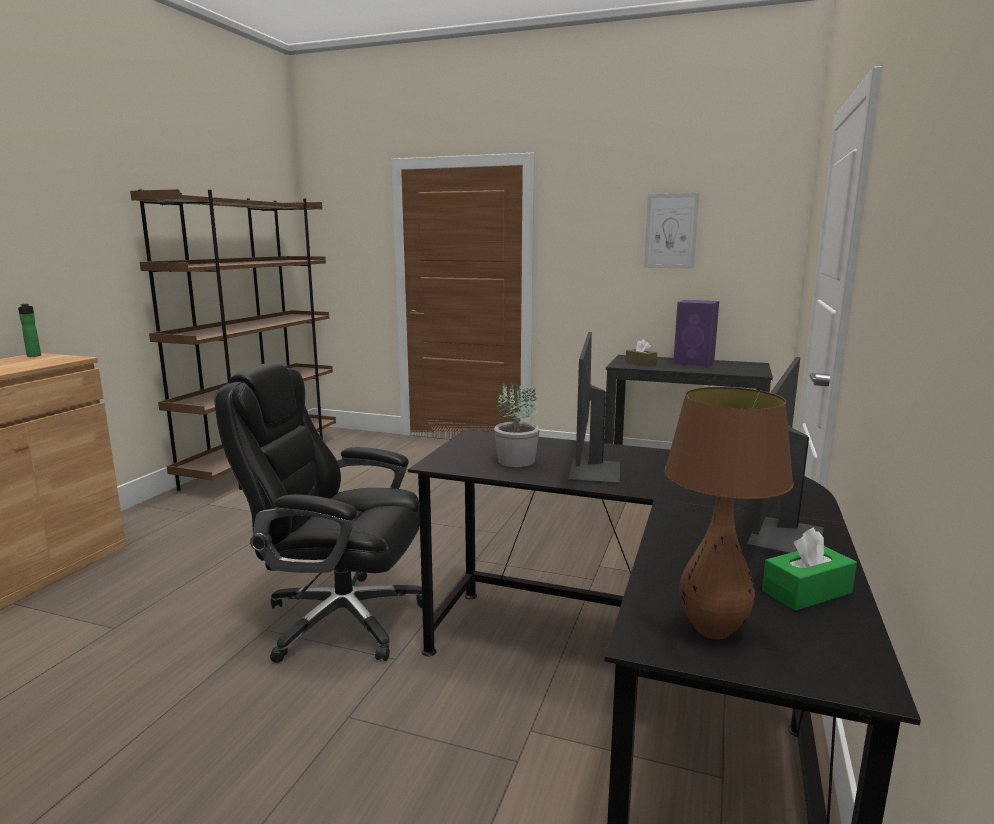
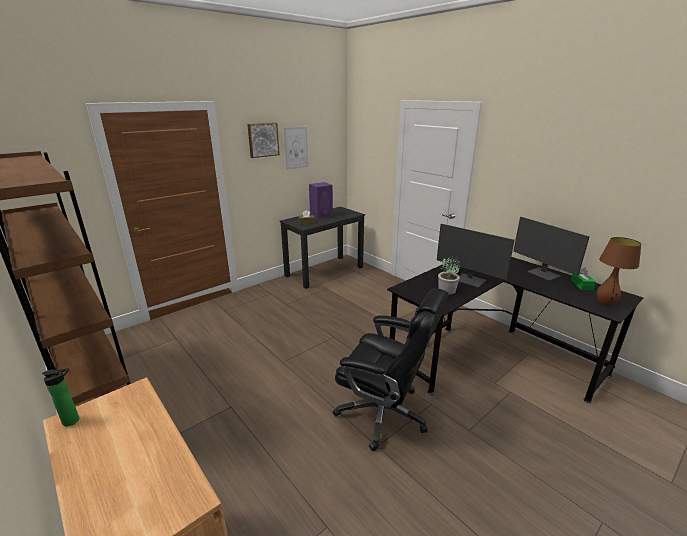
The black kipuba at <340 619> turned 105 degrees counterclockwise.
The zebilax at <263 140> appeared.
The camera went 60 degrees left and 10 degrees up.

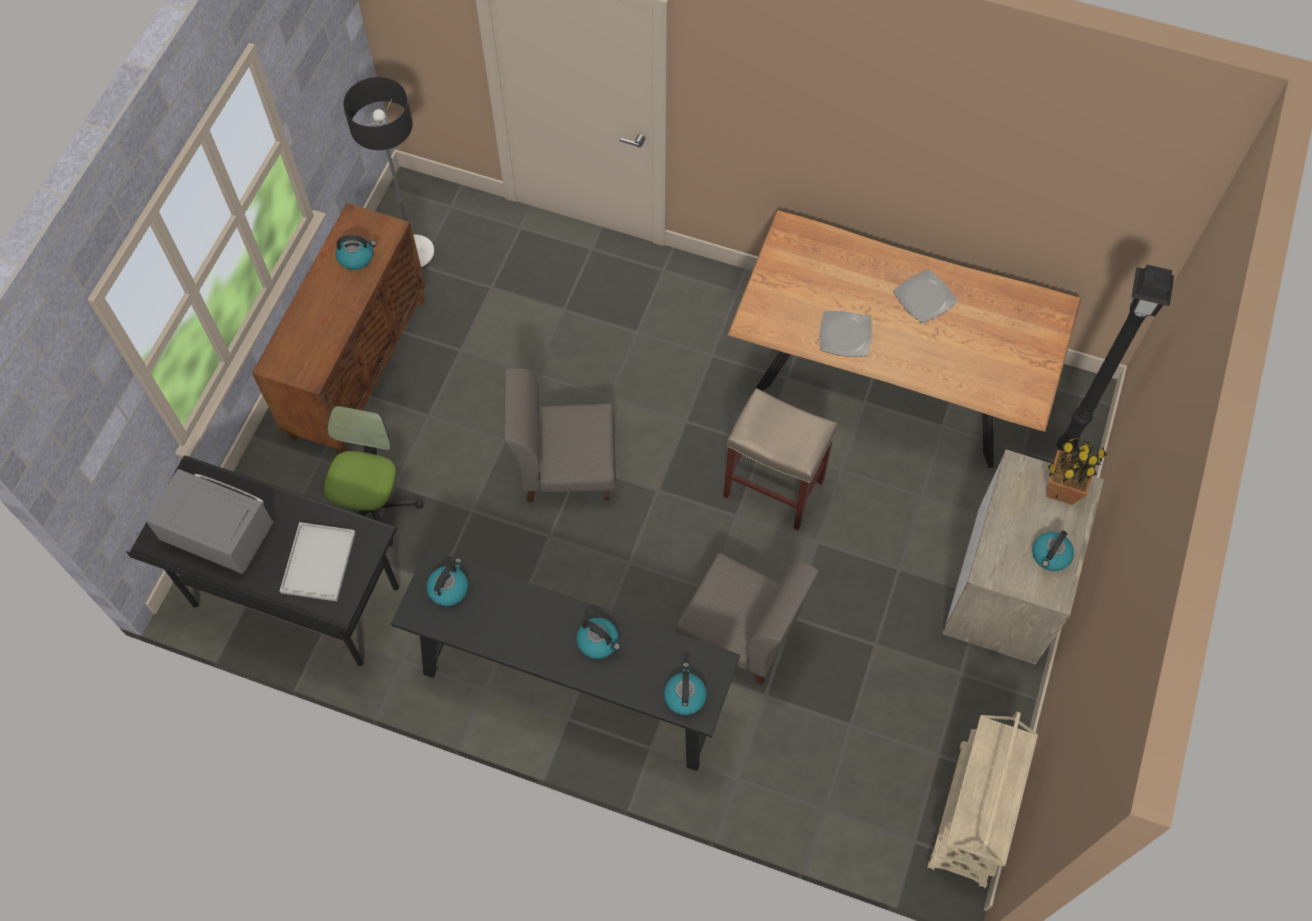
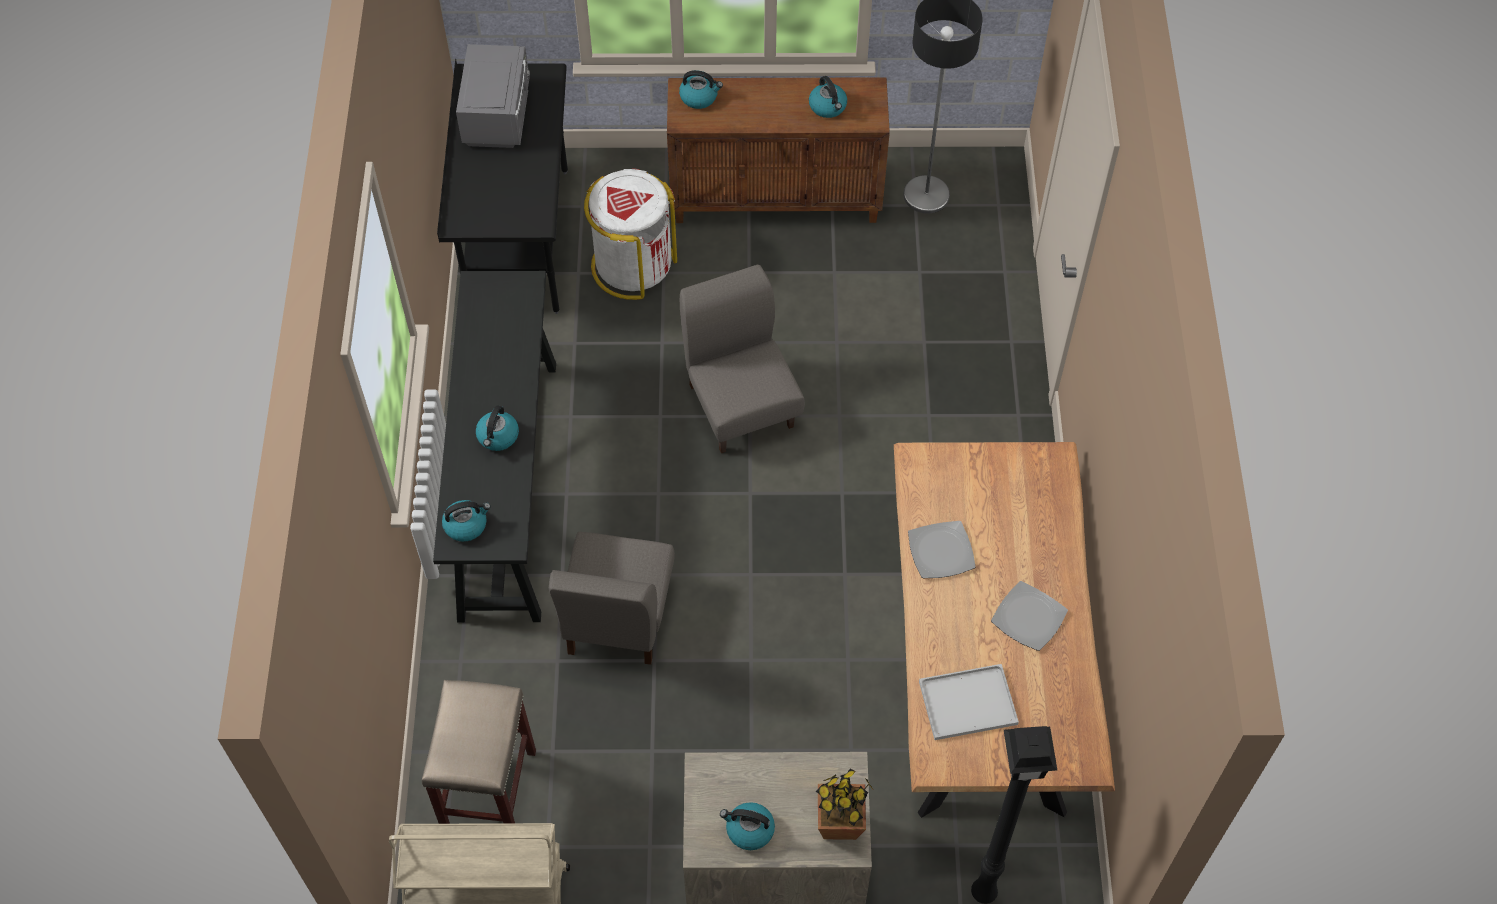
The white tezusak moved from <319 564> to <966 704>.
The kipuba at <374 508> was replaced by the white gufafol at <632 265>.
The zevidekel moved from <448 588> to <699 97>.
The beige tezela moved from <772 488> to <489 790>.
The camera went 70 degrees right and 5 degrees down.

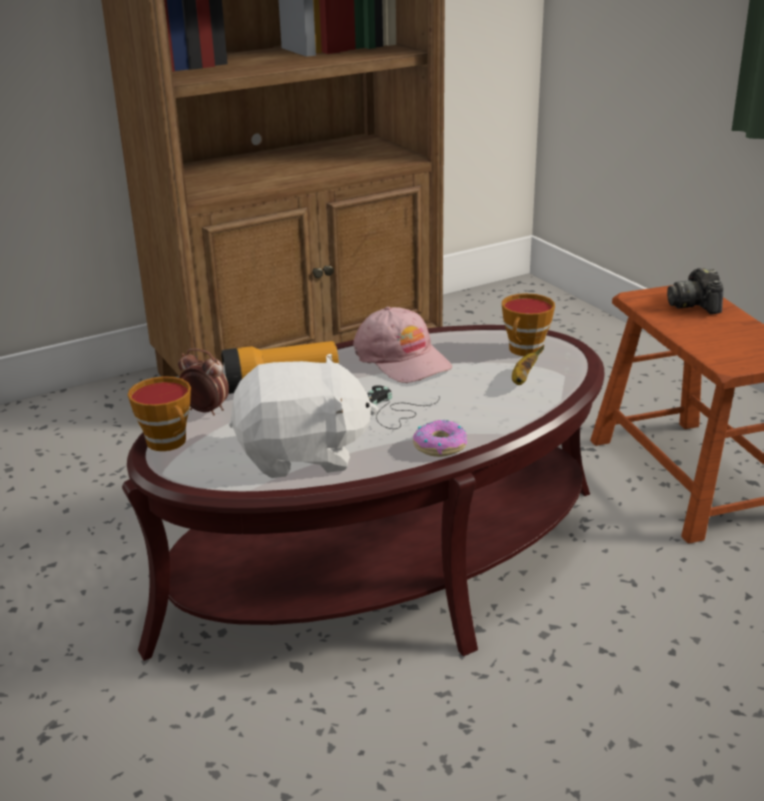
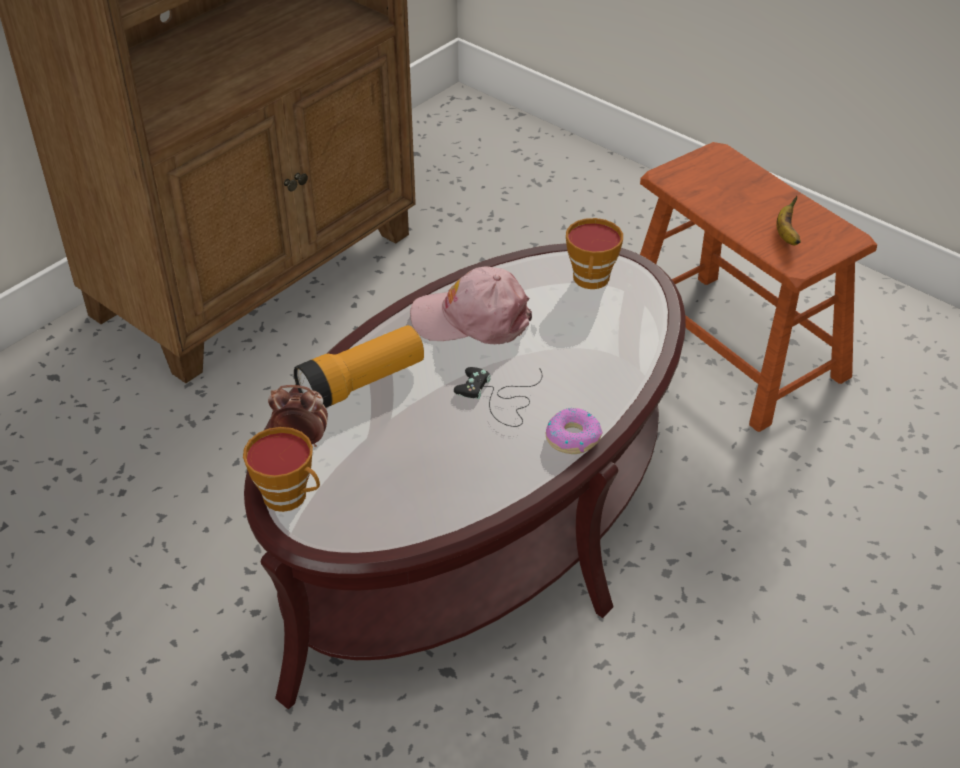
The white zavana at <302 455> disappeared.
The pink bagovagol at <402 359> turned 150 degrees clockwise.
The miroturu moved from <523 379> to <786 234>.
The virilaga at <695 305> disappeared.
The camera went 20 degrees left and 15 degrees up.

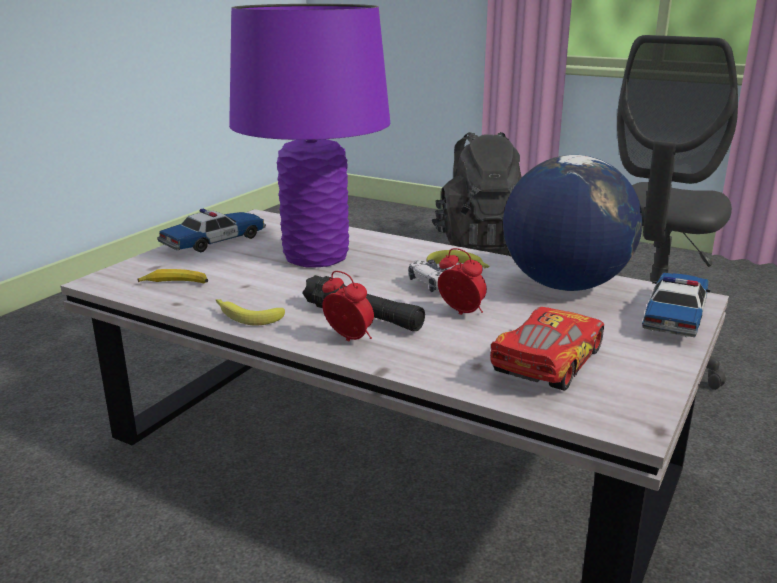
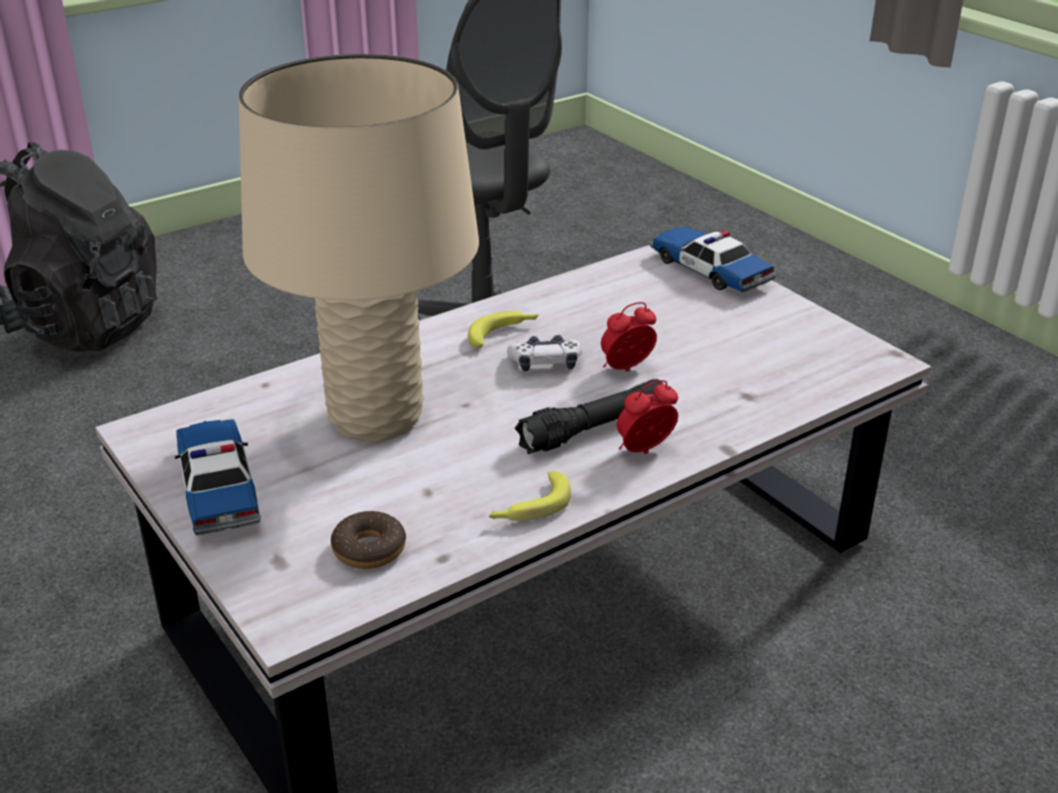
The miroturu at <175 284> was replaced by the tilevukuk at <369 549>.
The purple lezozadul at <316 257> became the beige lezozadul at <376 418>.
The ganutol at <546 362> disappeared.
The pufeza at <564 285> disappeared.
The camera went 65 degrees left and 10 degrees up.

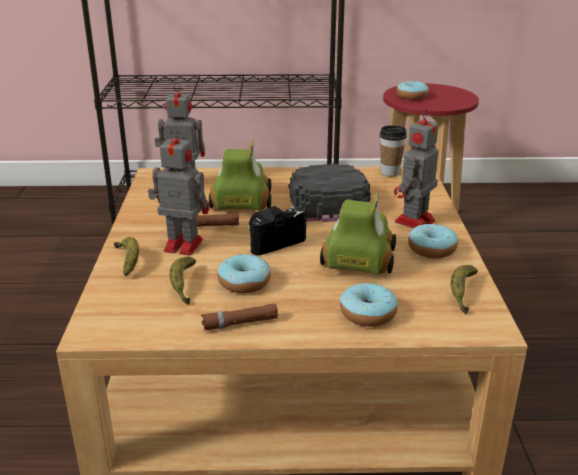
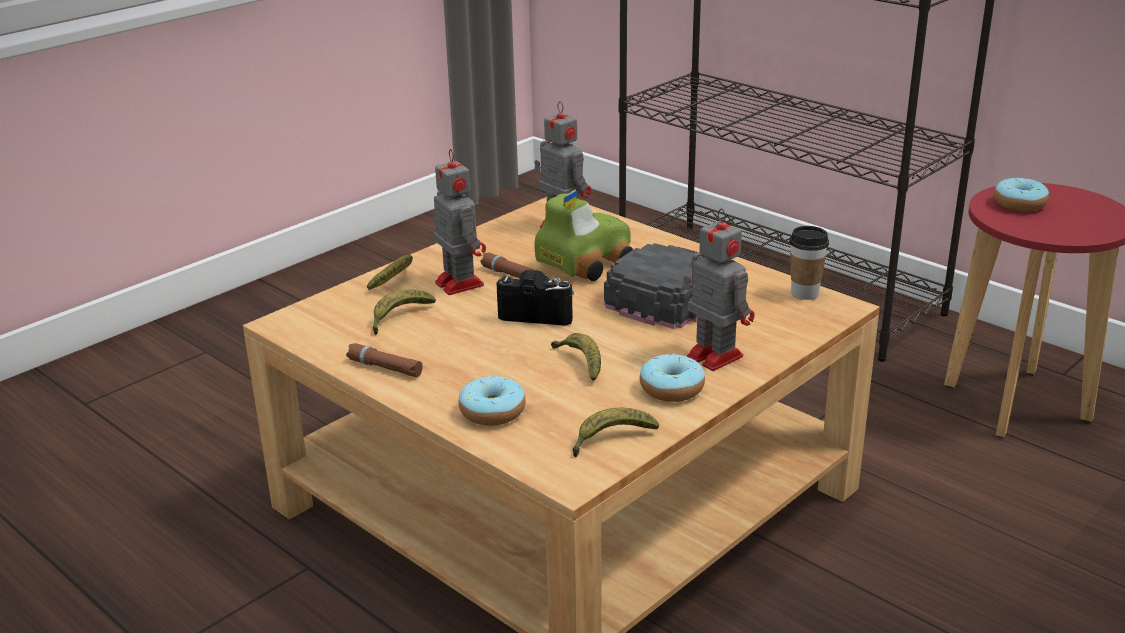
The tilevukuk at <244 282> disappeared.
The ganutol at <357 259> was replaced by the miroturu at <580 363>.
The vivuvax at <413 222> turned 60 degrees clockwise.
The camera went 45 degrees right and 0 degrees up.

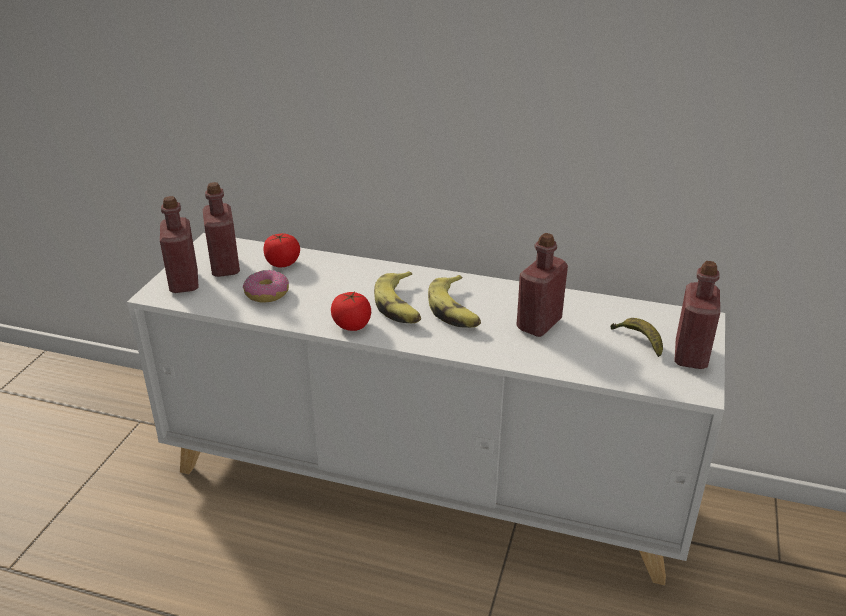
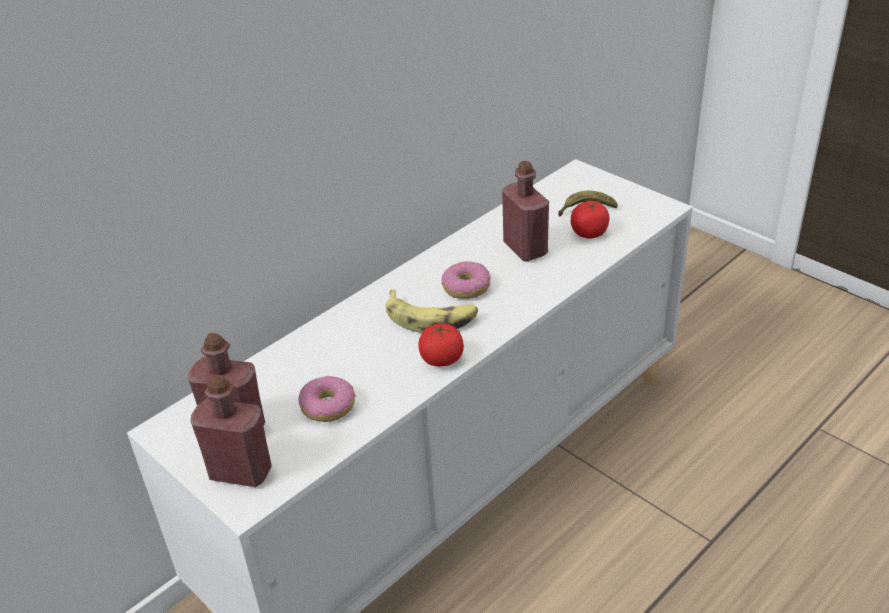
The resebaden moved from <282 263> to <589 233>.
The miroturu at <455 310> was replaced by the tilevukuk at <466 287>.
The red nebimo at <690 355> disappeared.
The camera went 60 degrees left and 5 degrees up.

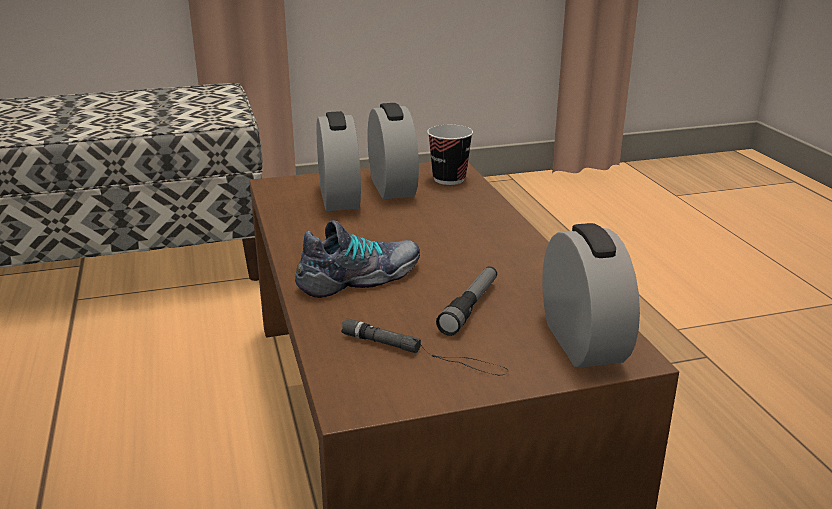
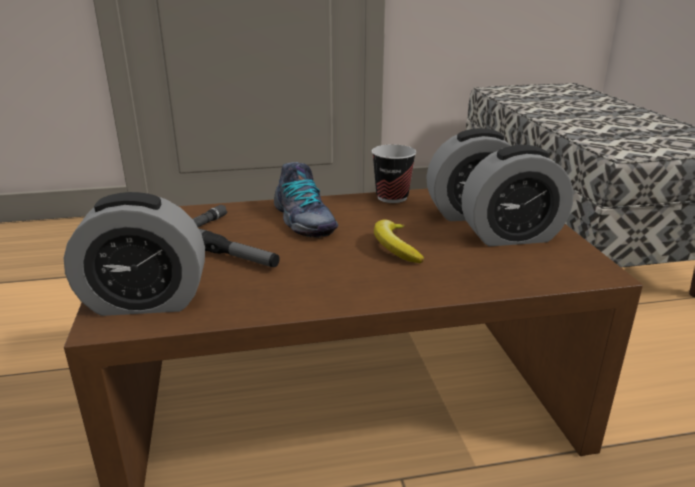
The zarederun moved from <449 179> to <392 197>.
The miroturu at <395 247> appeared.
The camera went 95 degrees right and 0 degrees up.

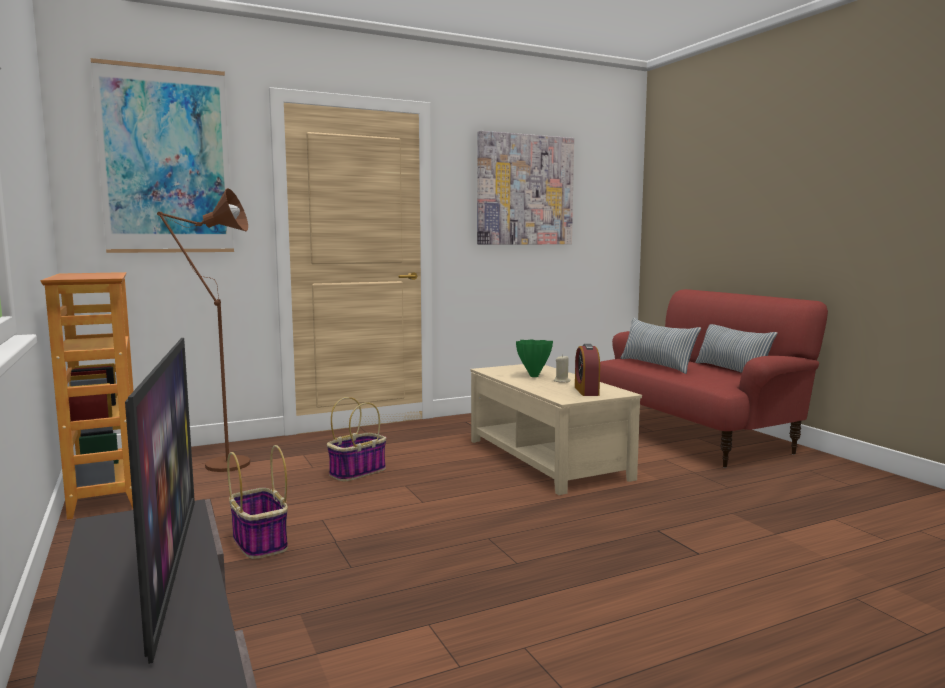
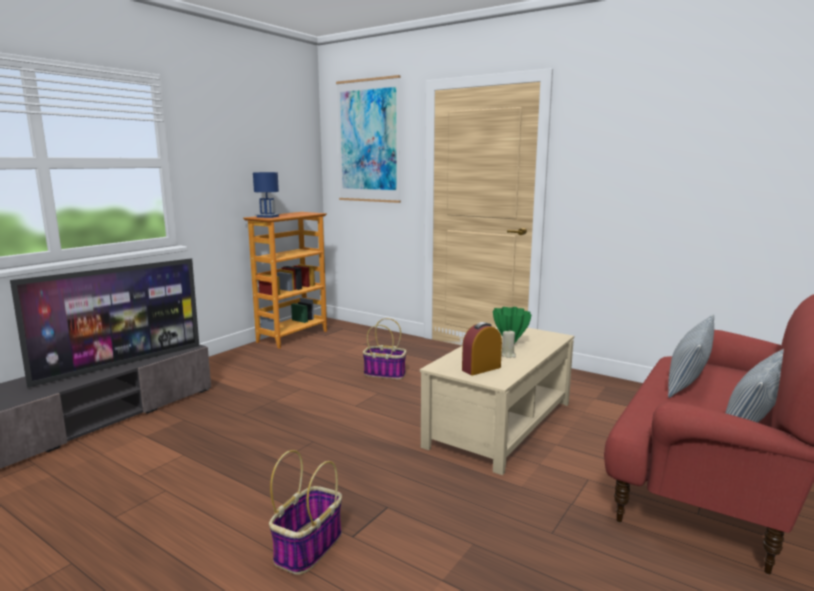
The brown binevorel at <218 465> disappeared.
The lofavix moved from <259 542> to <308 546>.
The zebilax at <524 190> disappeared.
The blue lezozadul at <267 217> appeared.
The camera went 60 degrees right and 5 degrees up.

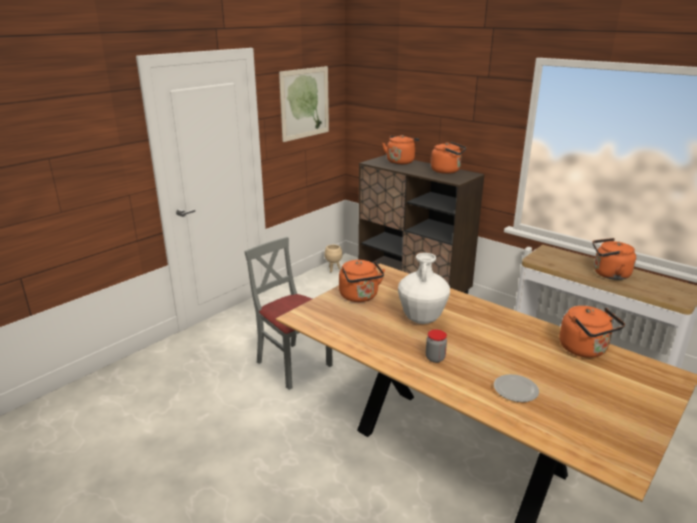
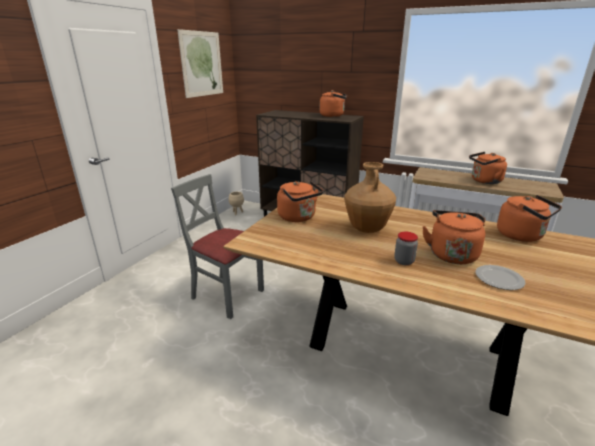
The orange zevidekel moved from <400 161> to <451 254>.
The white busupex at <421 319> became the brown busupex at <367 229>.
The camera went 15 degrees left and 0 degrees up.

